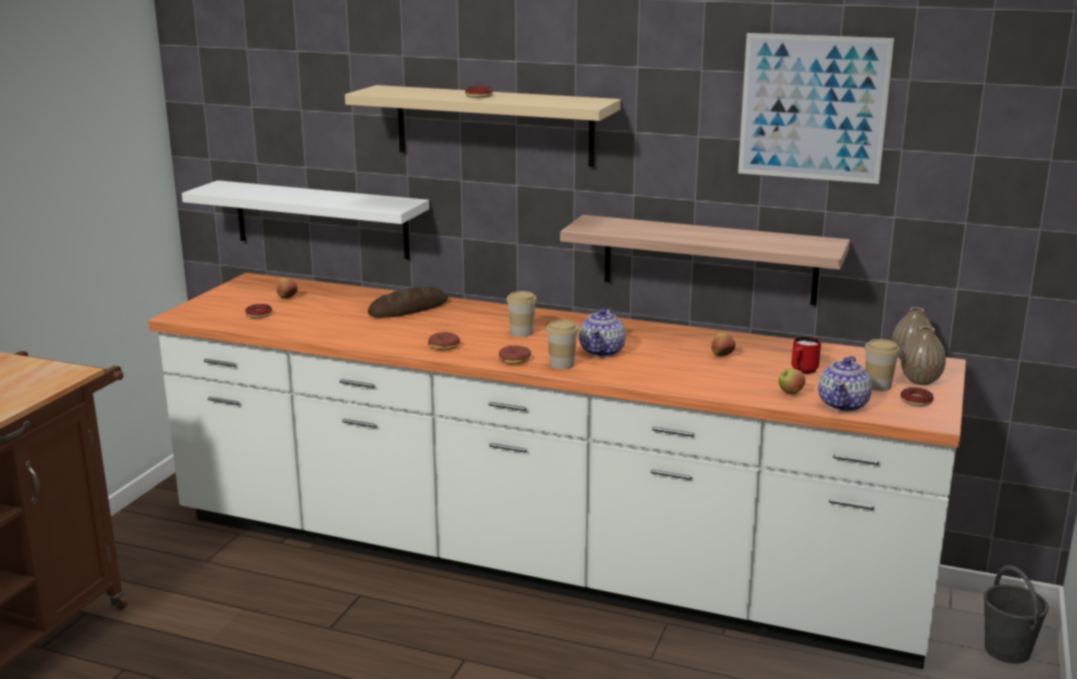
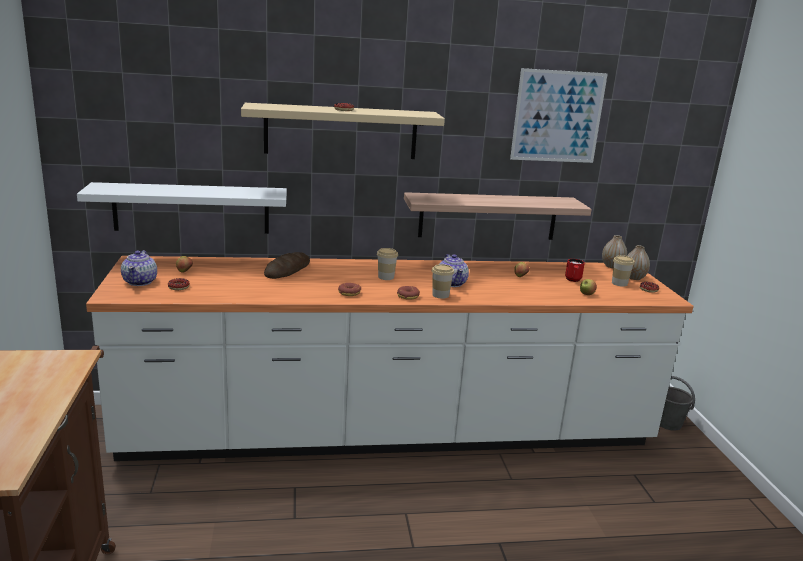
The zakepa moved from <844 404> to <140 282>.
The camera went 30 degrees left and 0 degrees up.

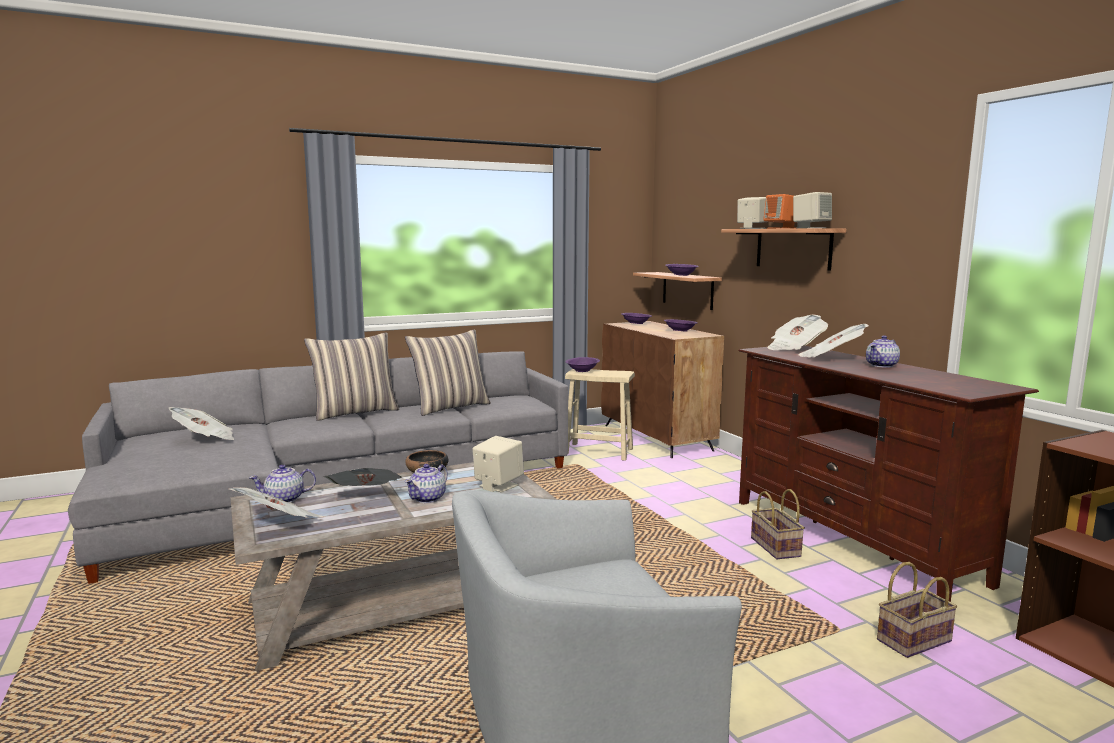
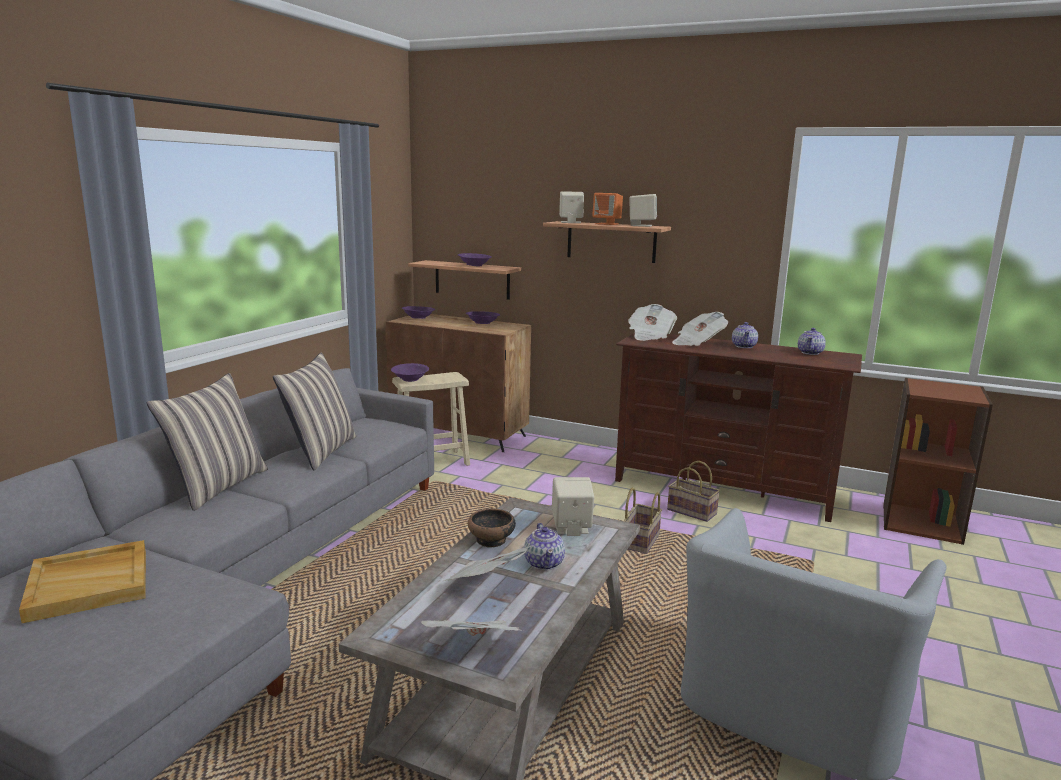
The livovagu at <205 439> was replaced by the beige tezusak at <90 583>.
The zakepa moved from <285 499> to <810 352>.
The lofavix moved from <913 639> to <640 541>.
The camera went 40 degrees left and 5 degrees up.

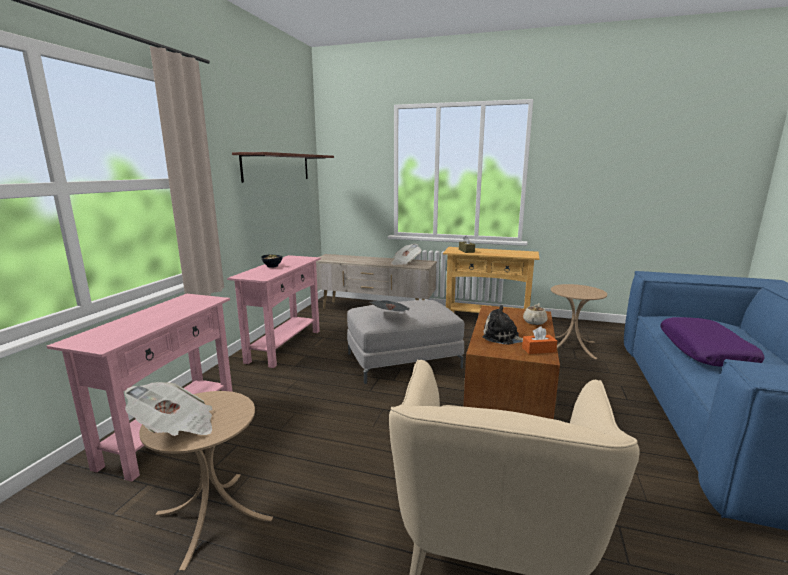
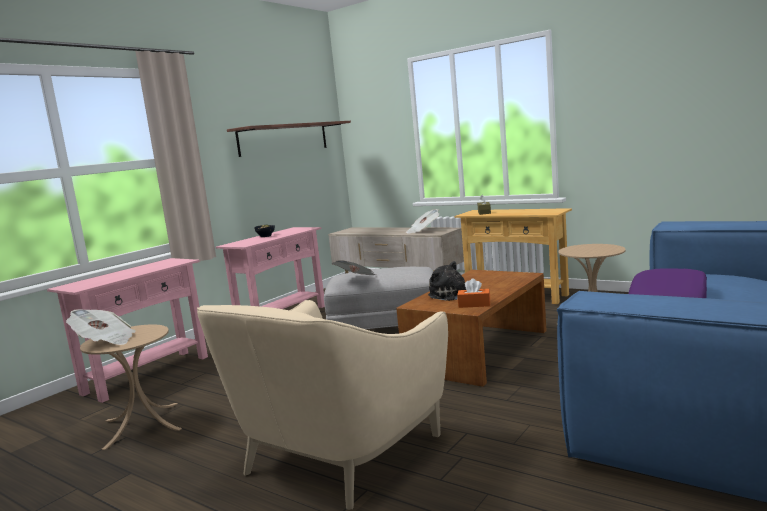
The beige zakepa at <534 322> disappeared.
The camera went 20 degrees right and 5 degrees down.

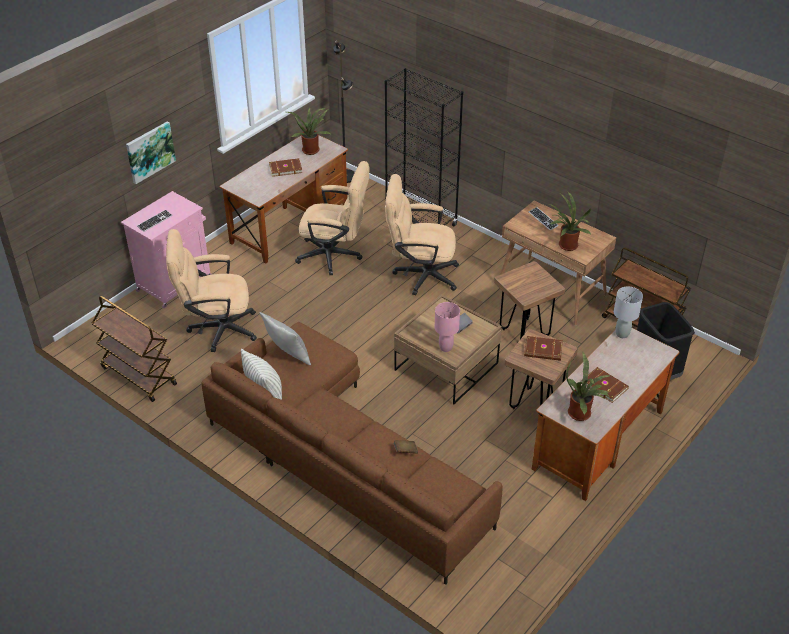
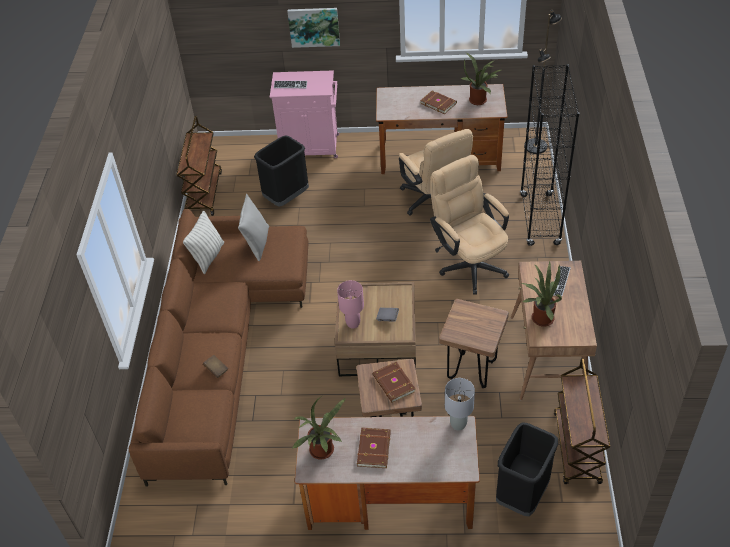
The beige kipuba at <216 329> was replaced by the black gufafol at <286 197>.
The camera went 55 degrees right and 5 degrees up.

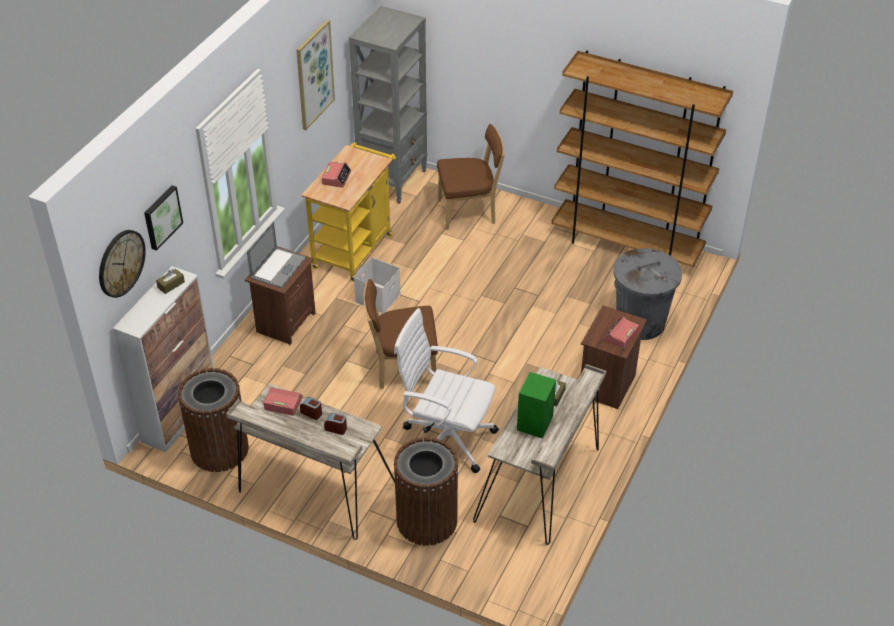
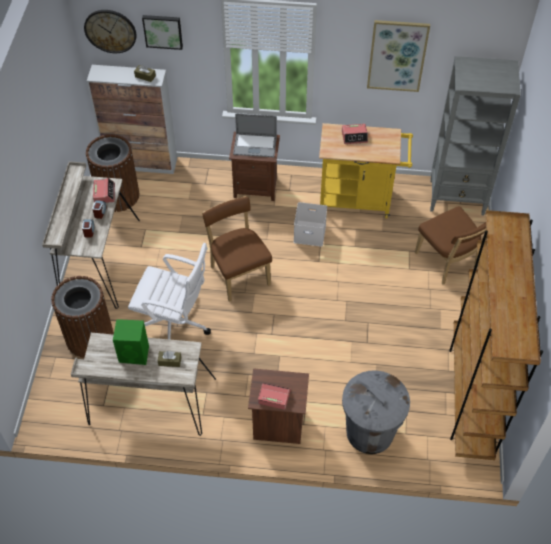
The white kipuba at <446 439> turned 105 degrees clockwise.
The camera went 70 degrees right and 10 degrees up.

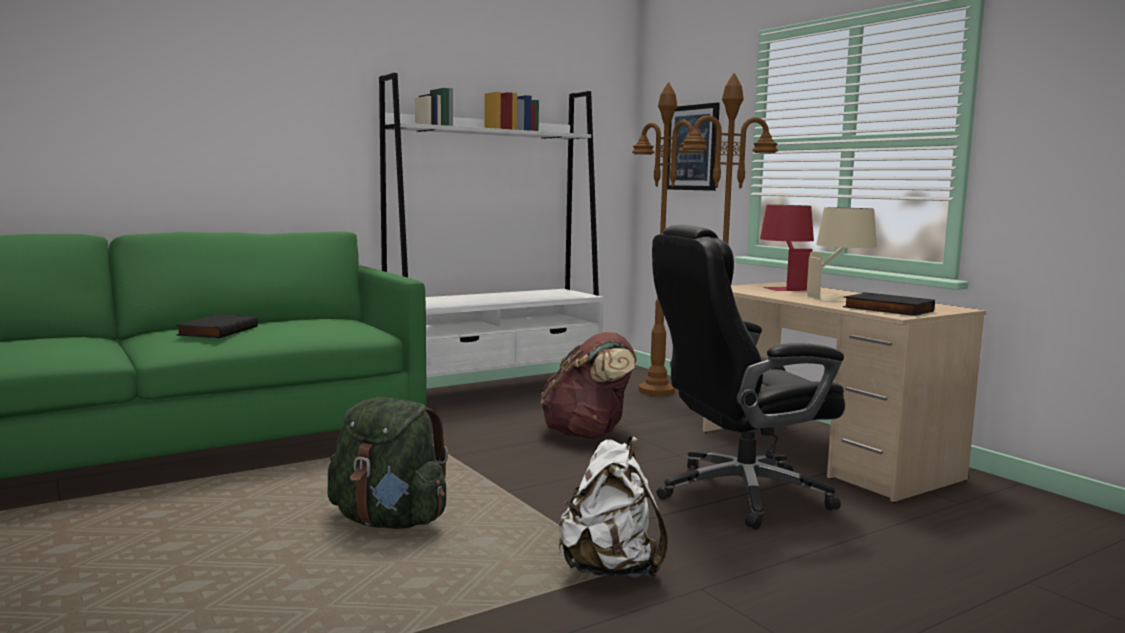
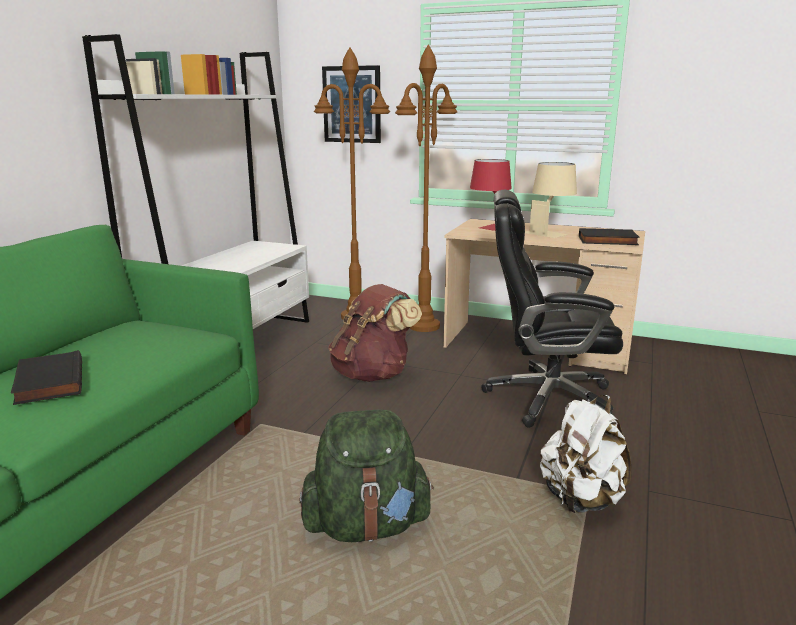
The black kipuba at <738 494> turned 60 degrees clockwise.
The camera went 35 degrees left and 10 degrees up.

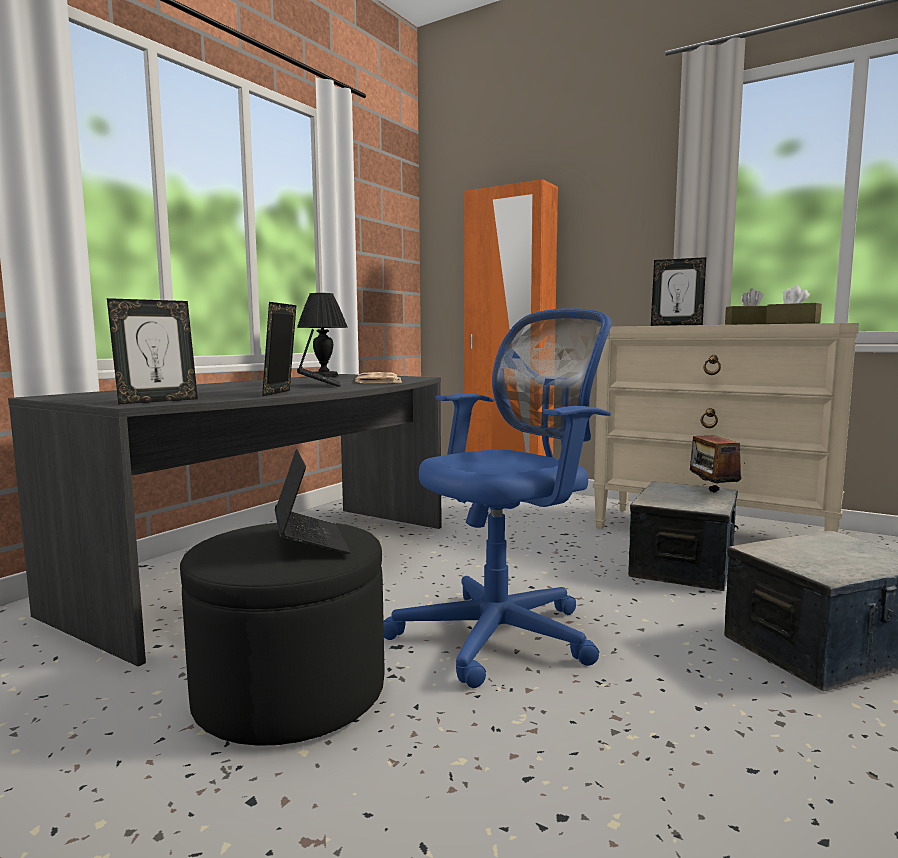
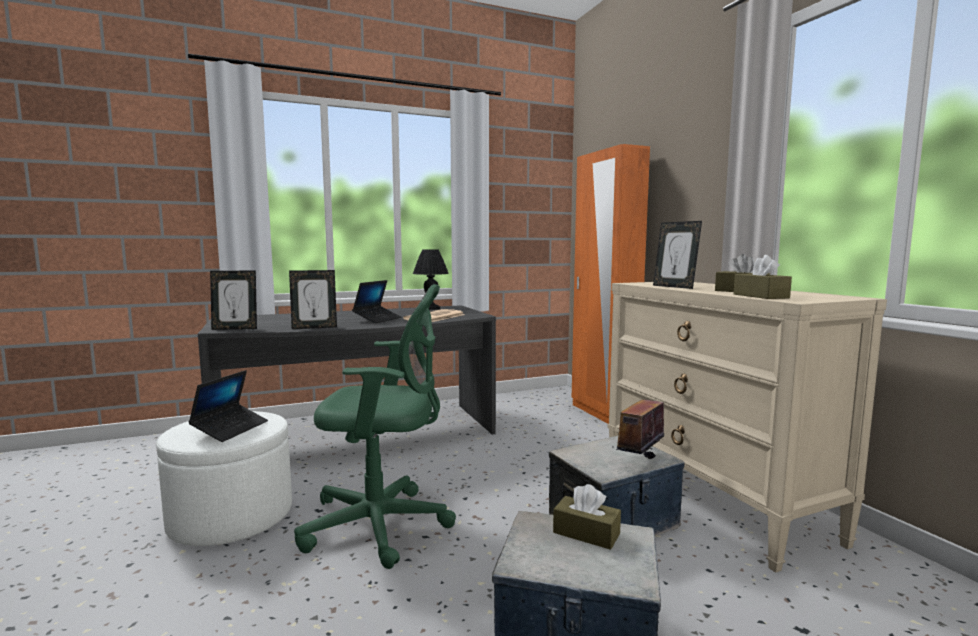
The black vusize at <290 693> became the white vusize at <231 517>.
The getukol at <281 393> turned 150 degrees counterclockwise.
The blue kipuba at <503 634> became the green kipuba at <383 525>.
The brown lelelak at <586 533> appeared.
The camera went 35 degrees right and 0 degrees up.

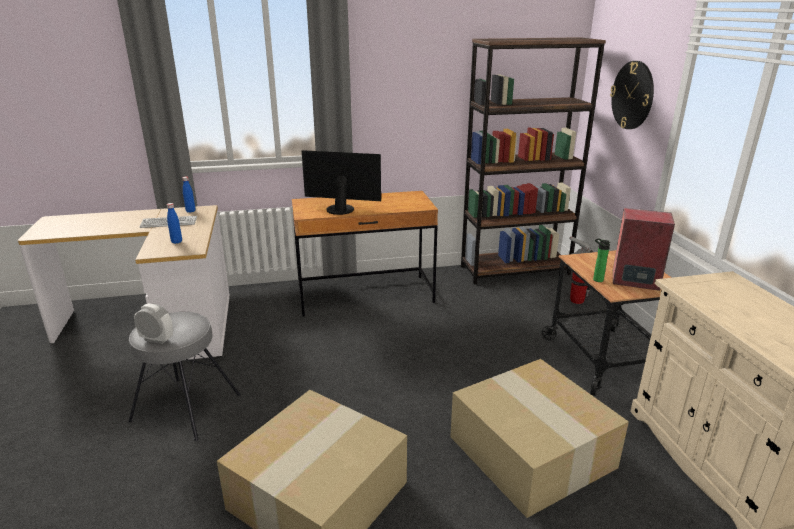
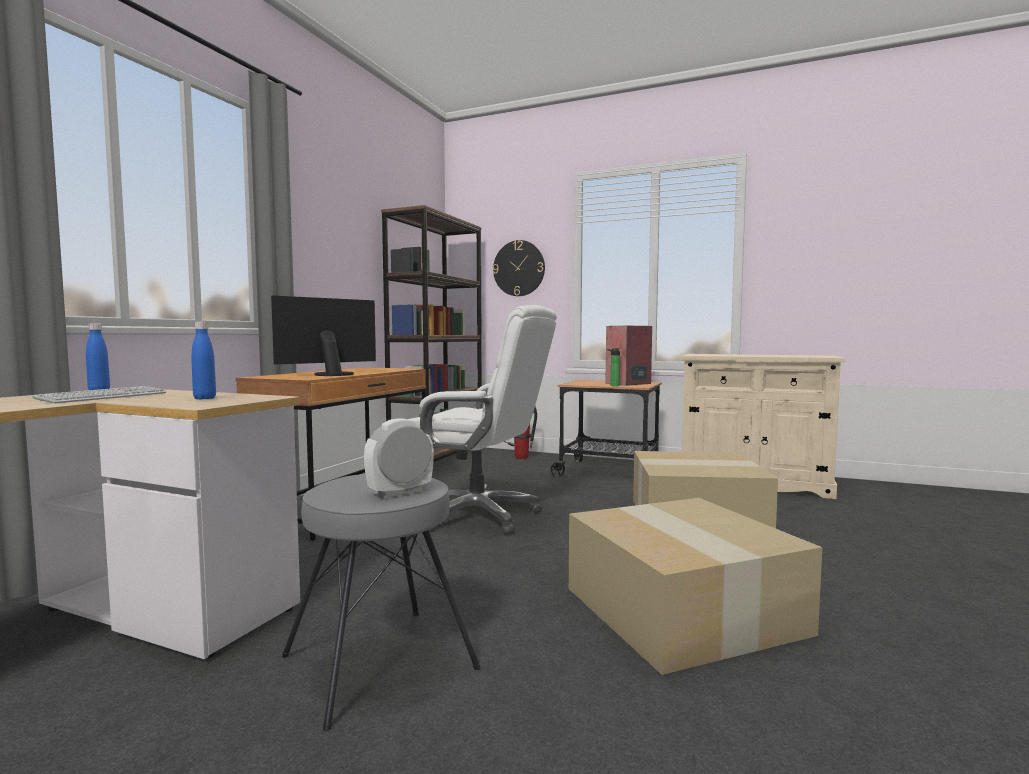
The white kipuba at <478 515> appeared.
The camera went 55 degrees left and 20 degrees down.

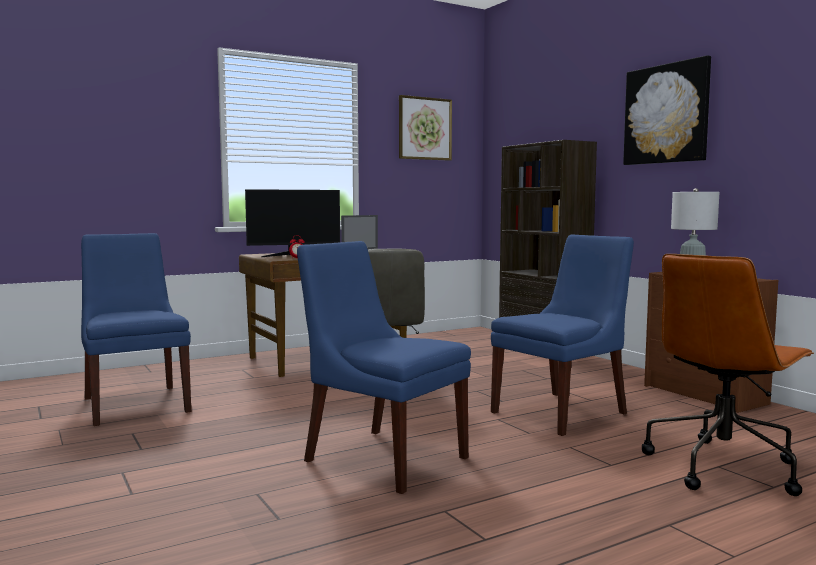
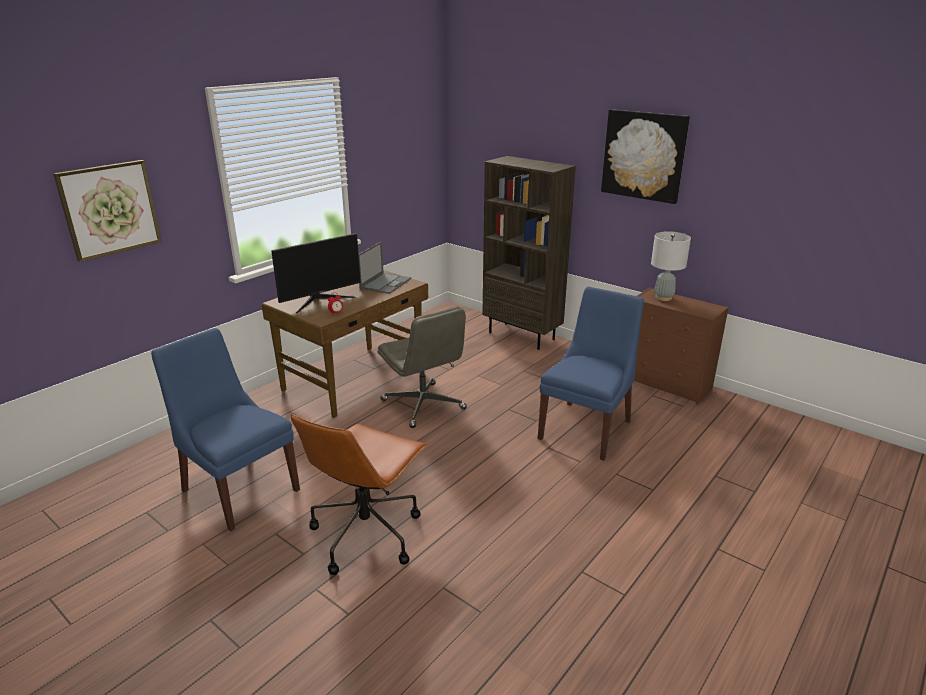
The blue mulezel at <382 458> disappeared.
The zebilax moved from <424 128> to <110 209>.
The brown kipuba moved from <723 466> to <367 533>.
The camera went 20 degrees left and 20 degrees up.

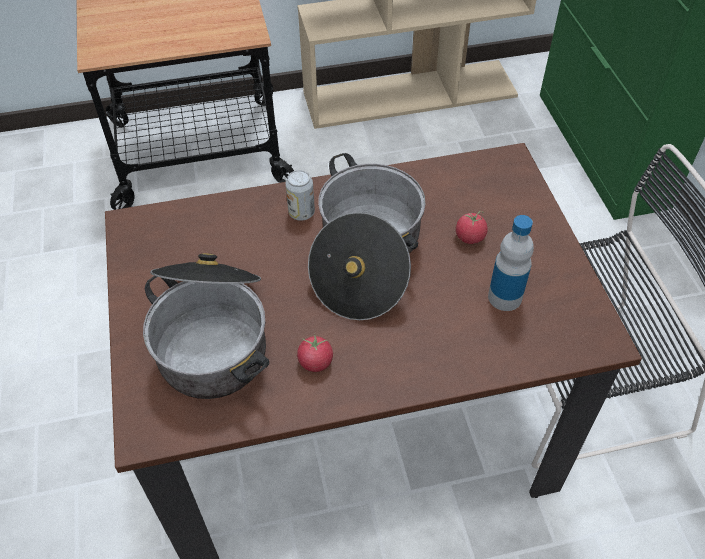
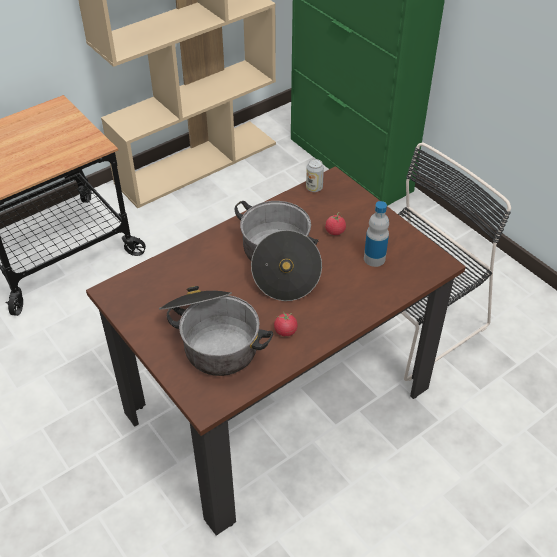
The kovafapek moved from <301 213> to <314 188>.
The camera went 25 degrees left and 5 degrees down.

